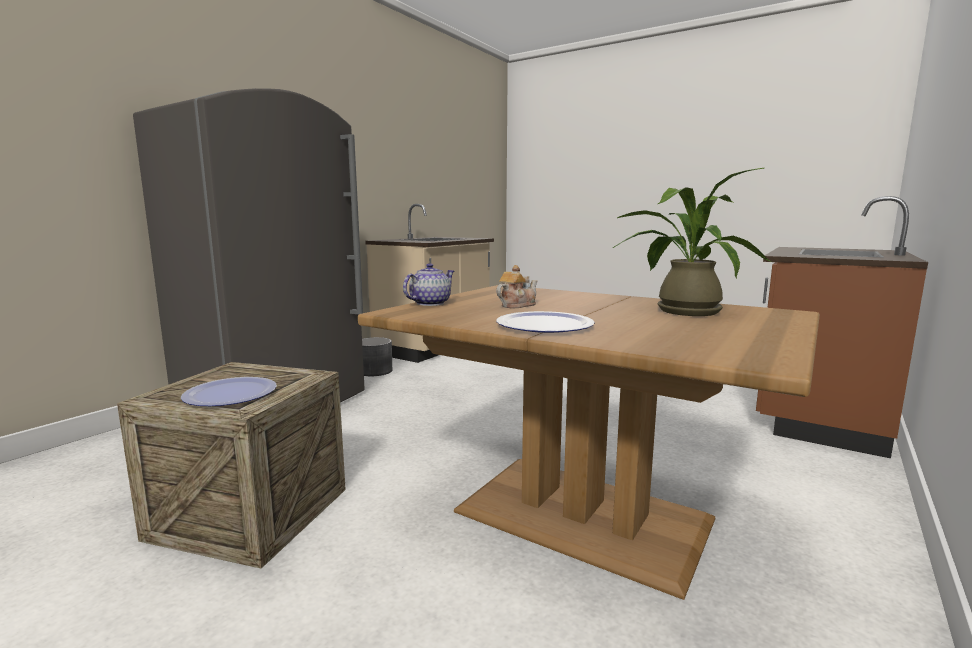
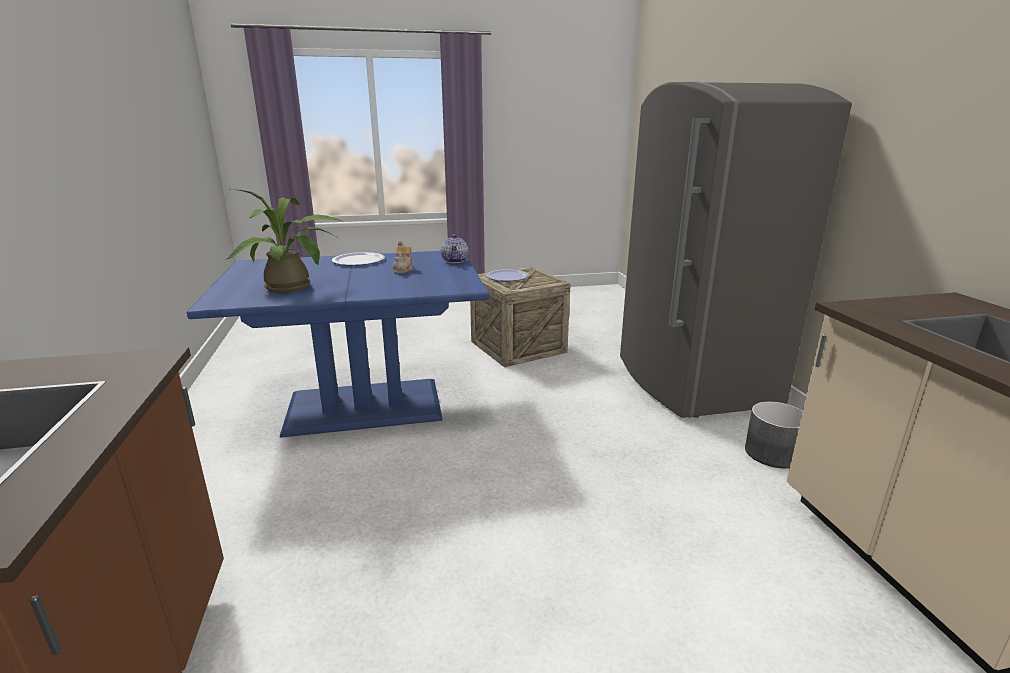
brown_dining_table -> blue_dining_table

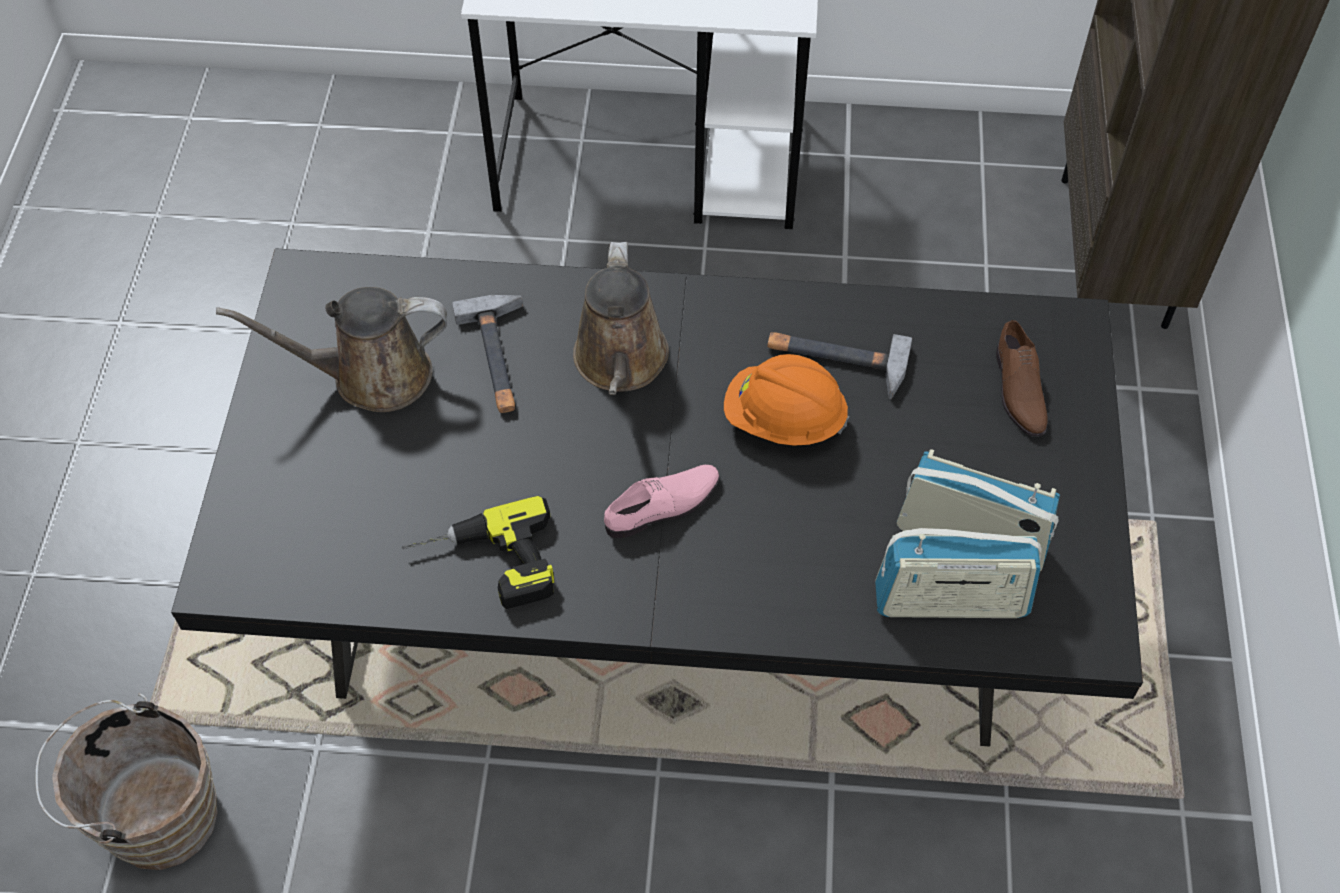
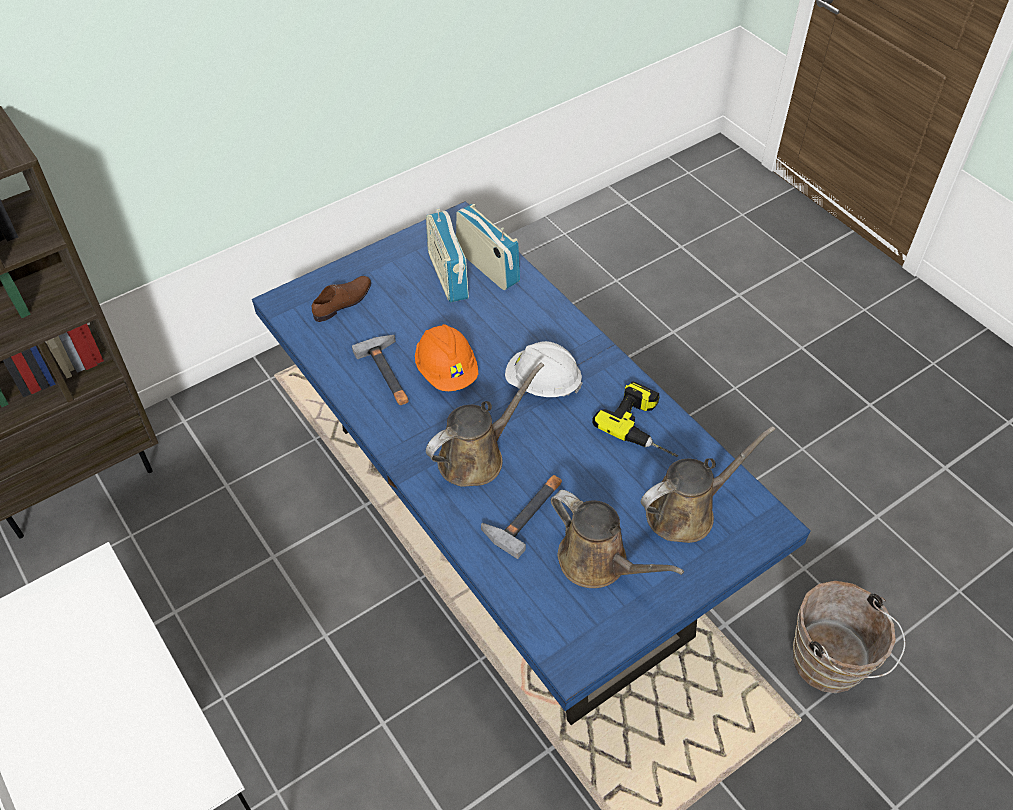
black_dining_table -> blue_dining_table
pink_shoe -> white_hard_hat
none -> brown_watering_can (3rd from left)

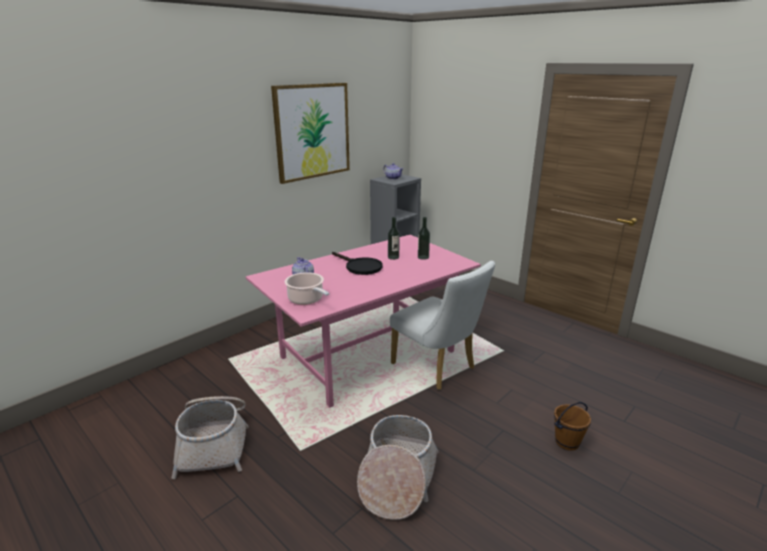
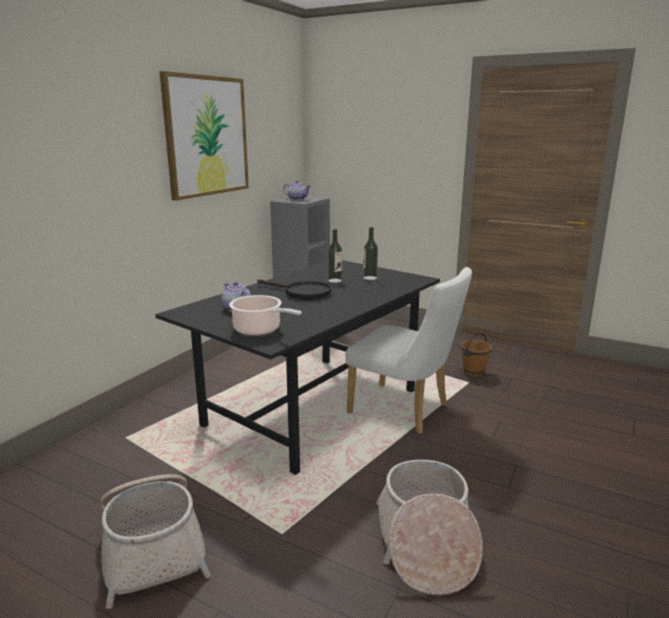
pink_dining_table -> black_dining_table
brown_bucket, moved

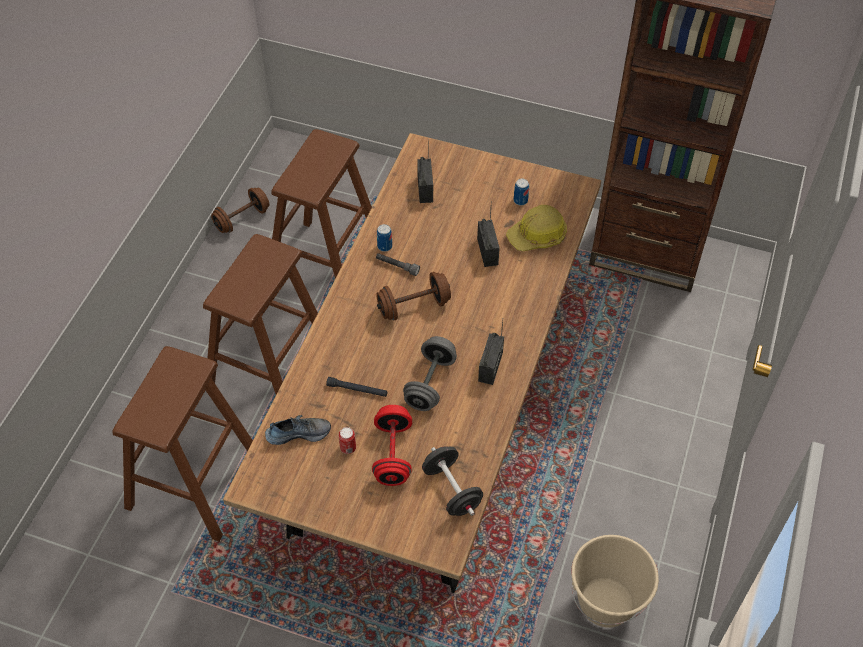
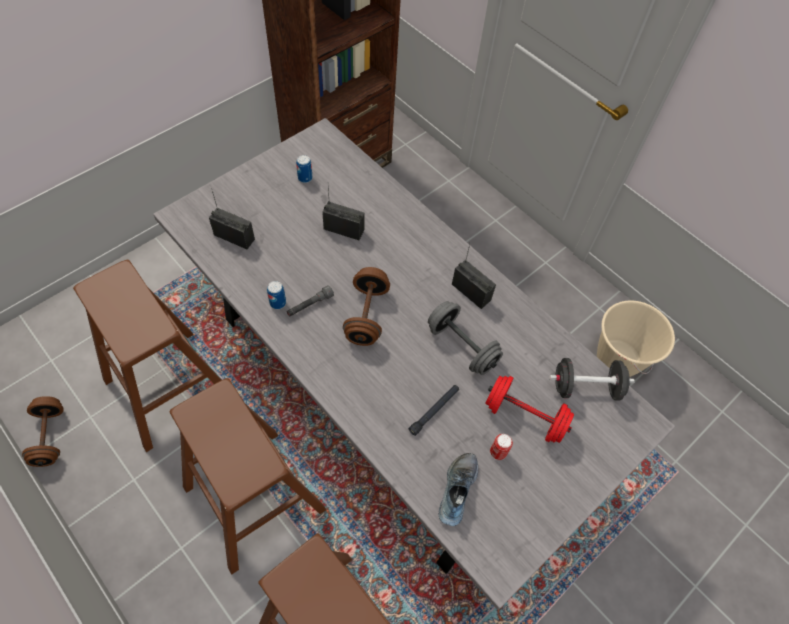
brown_dining_table -> grey_dining_table
hard_hat -> none

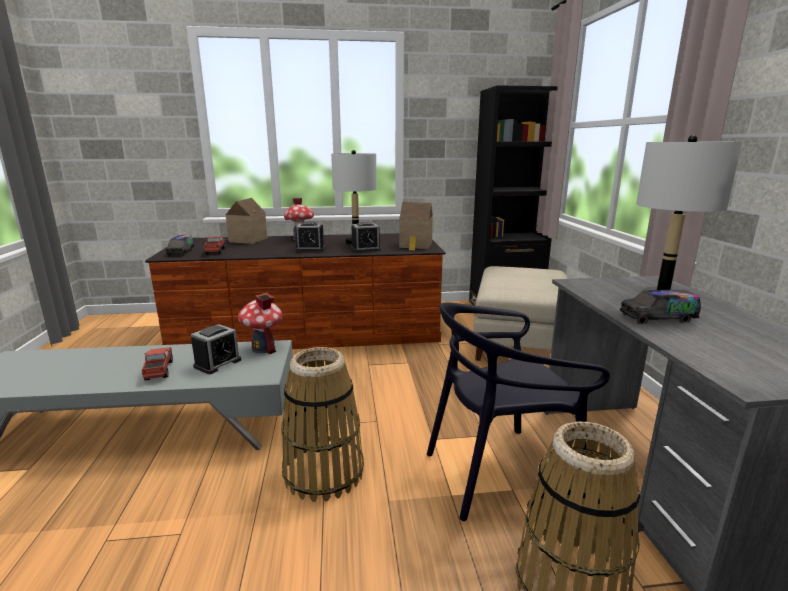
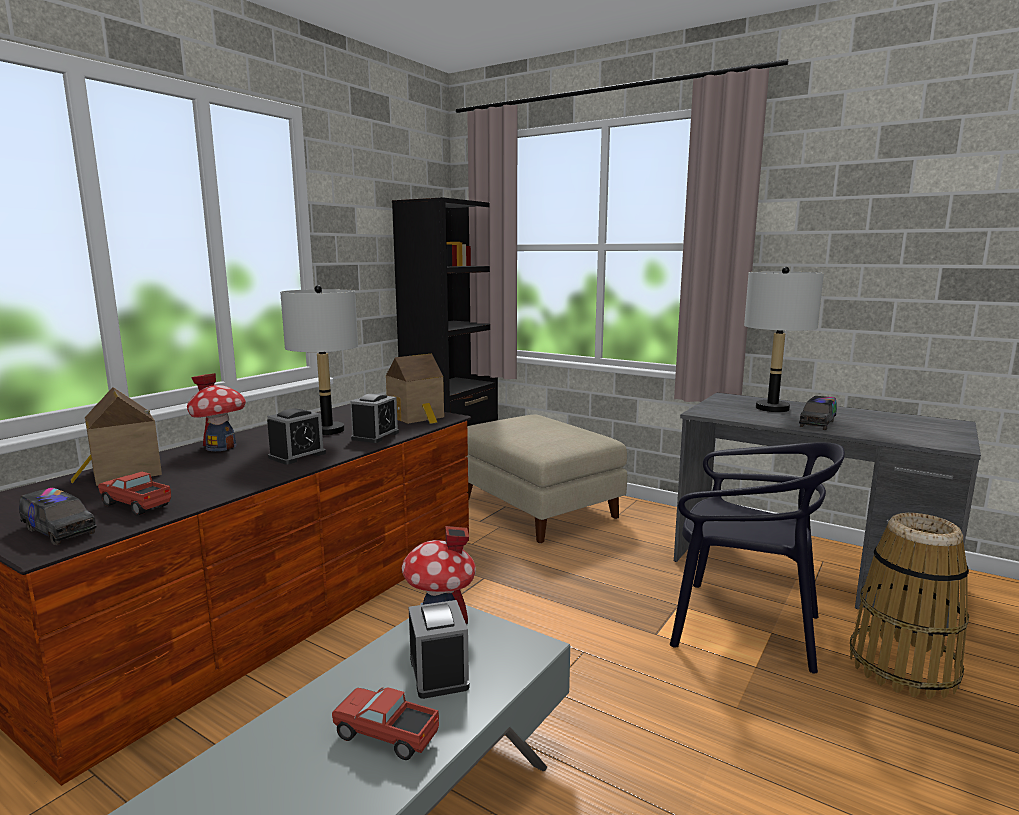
black_chair, 90 degrees counterclockwise
basket (1st from left) -> none

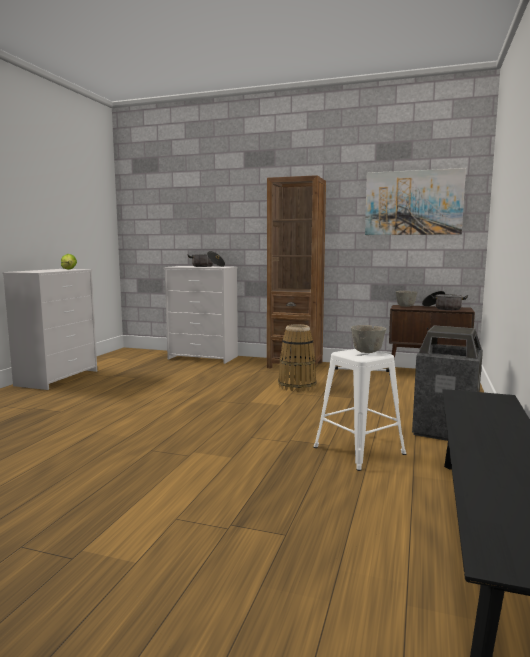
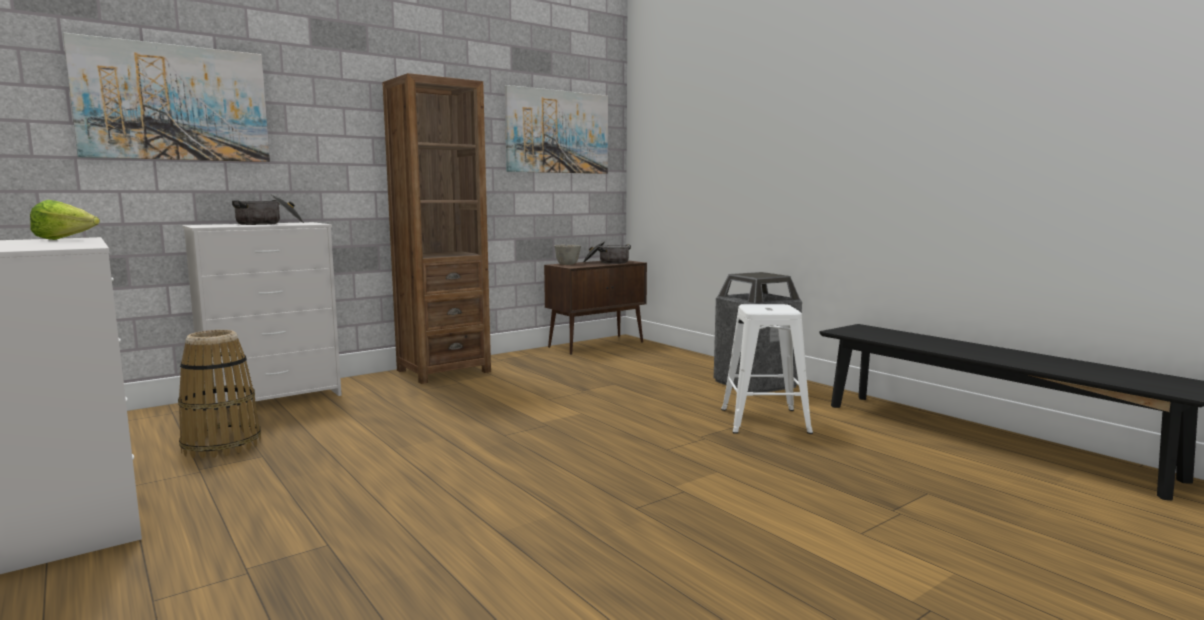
basket, moved
grey_bowl (1st from left) -> none
none -> picture (1st from left)

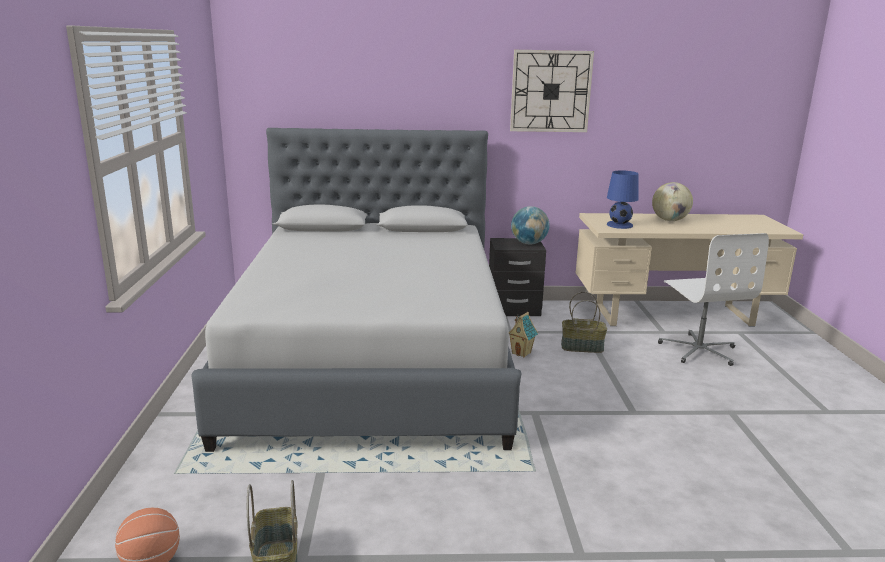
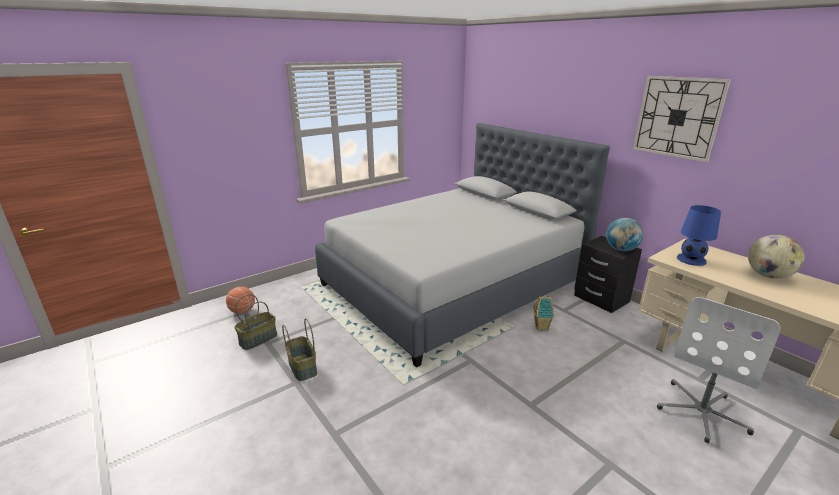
basket (2nd from left), moved

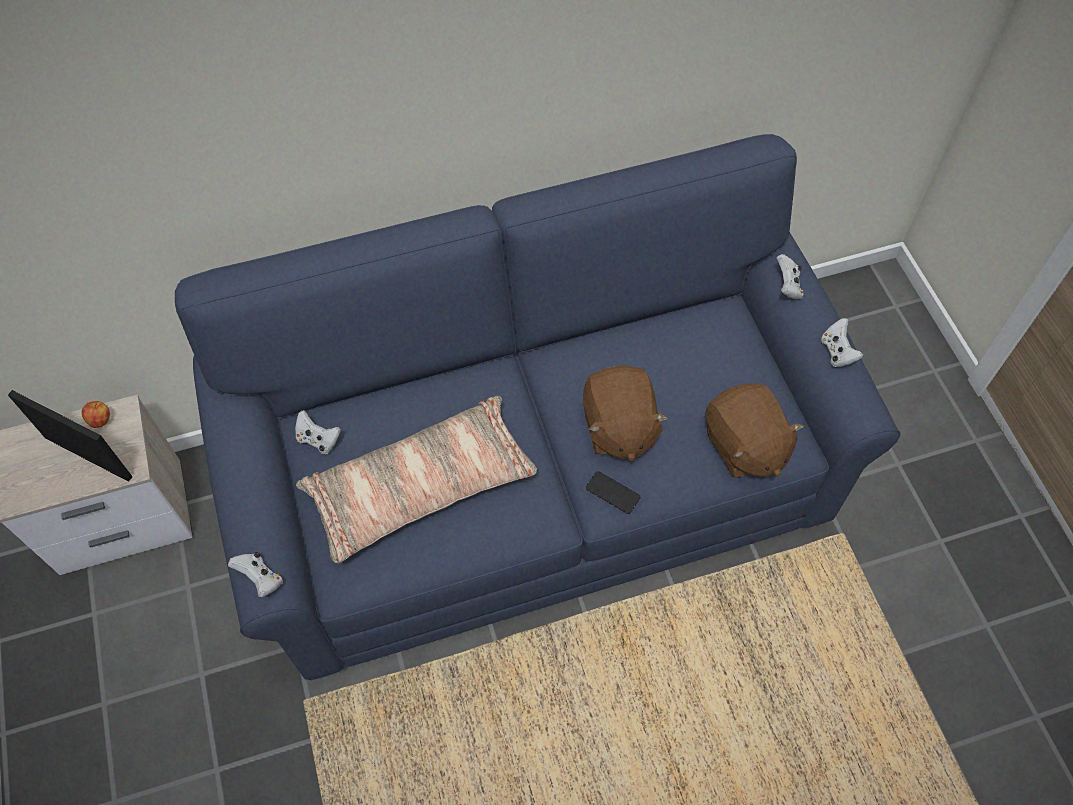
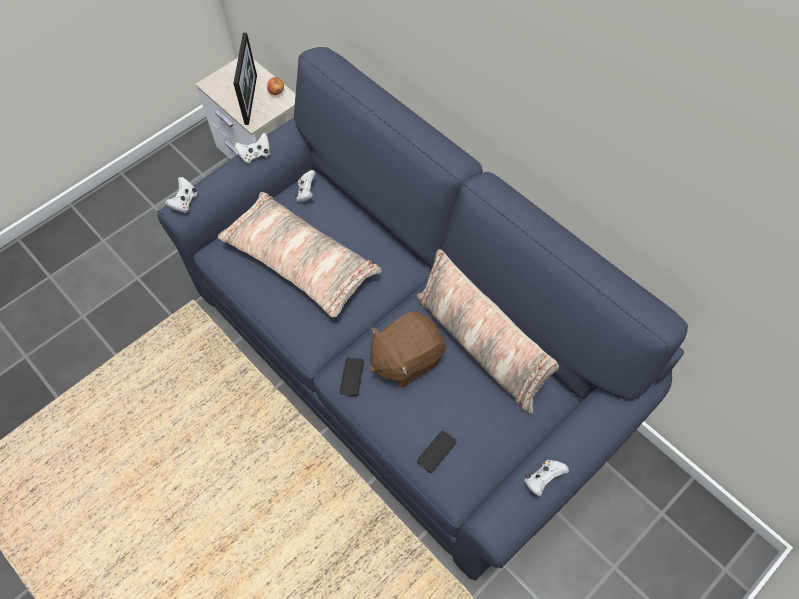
white_game_controller (3rd from left in the first image) -> white_game_controller (2nd from left), moved
brown_plush_toy (2nd from left) -> phone (2nd from left)
none -> pillow (2nd from left)

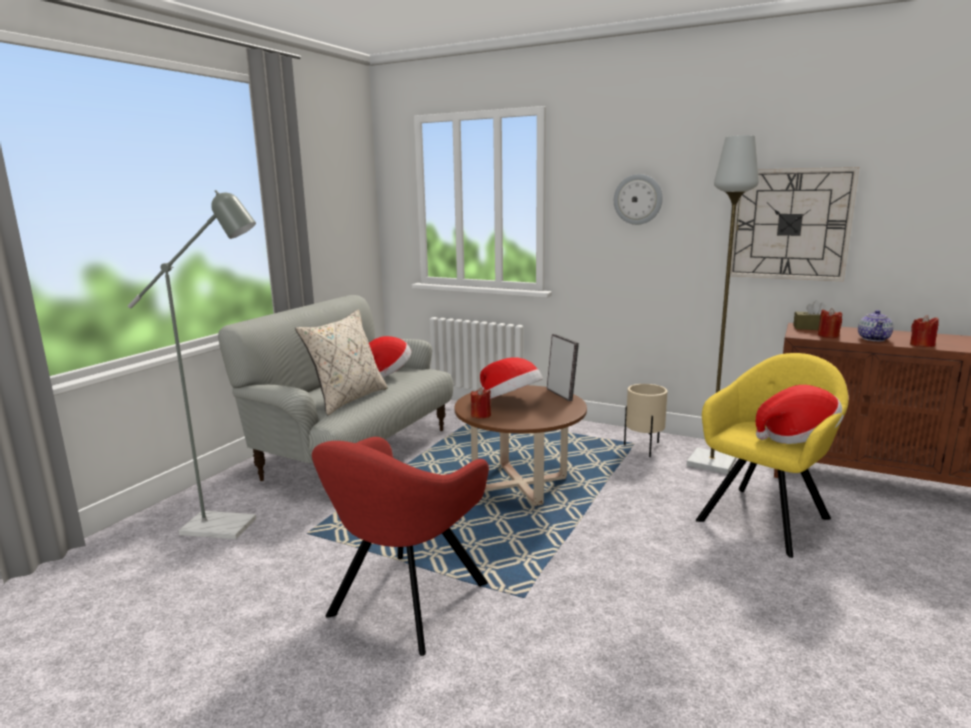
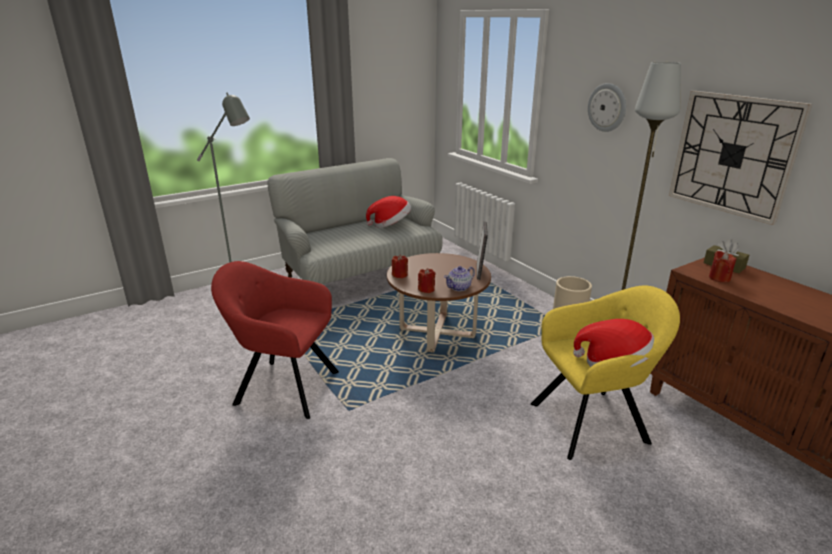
beige_pillow -> none
teapot, moved
red_candle (3rd from left in the first image) -> red_candle (2nd from left), moved
hat (2nd from left) -> none
red_armchair, 45 degrees clockwise

